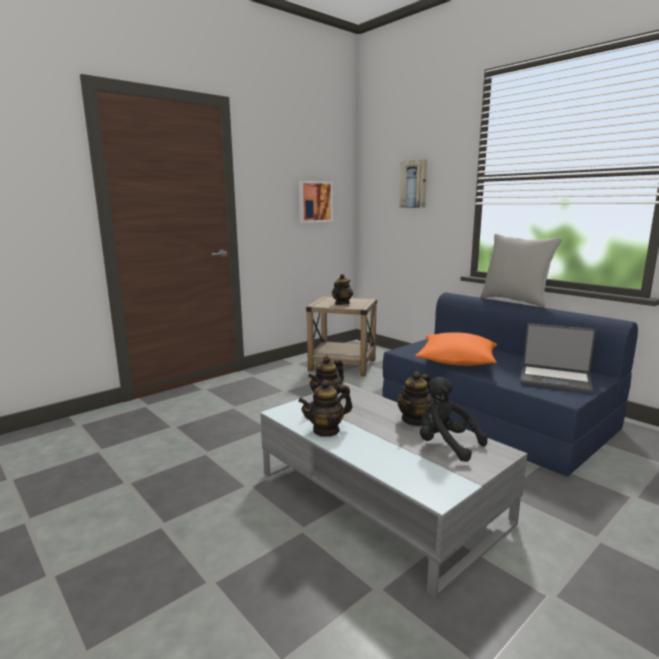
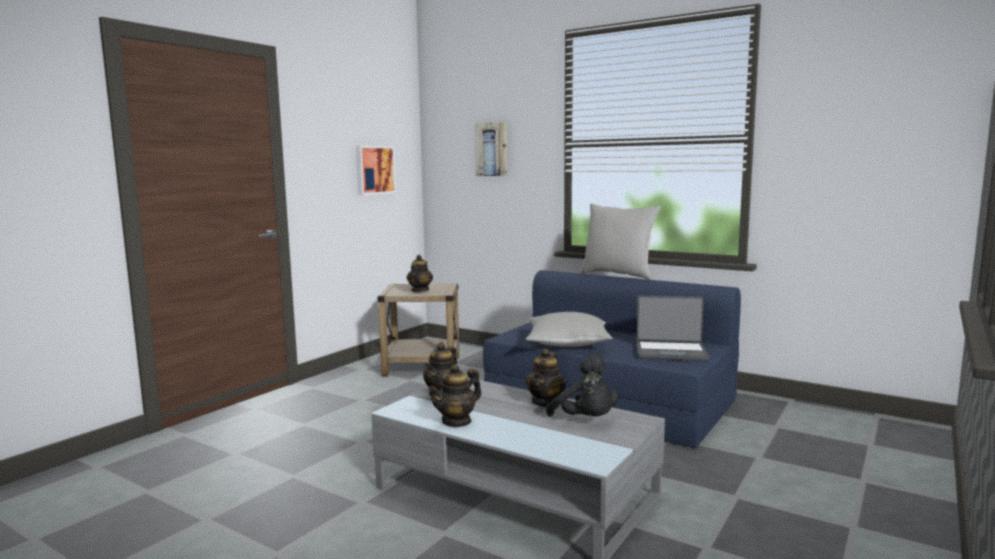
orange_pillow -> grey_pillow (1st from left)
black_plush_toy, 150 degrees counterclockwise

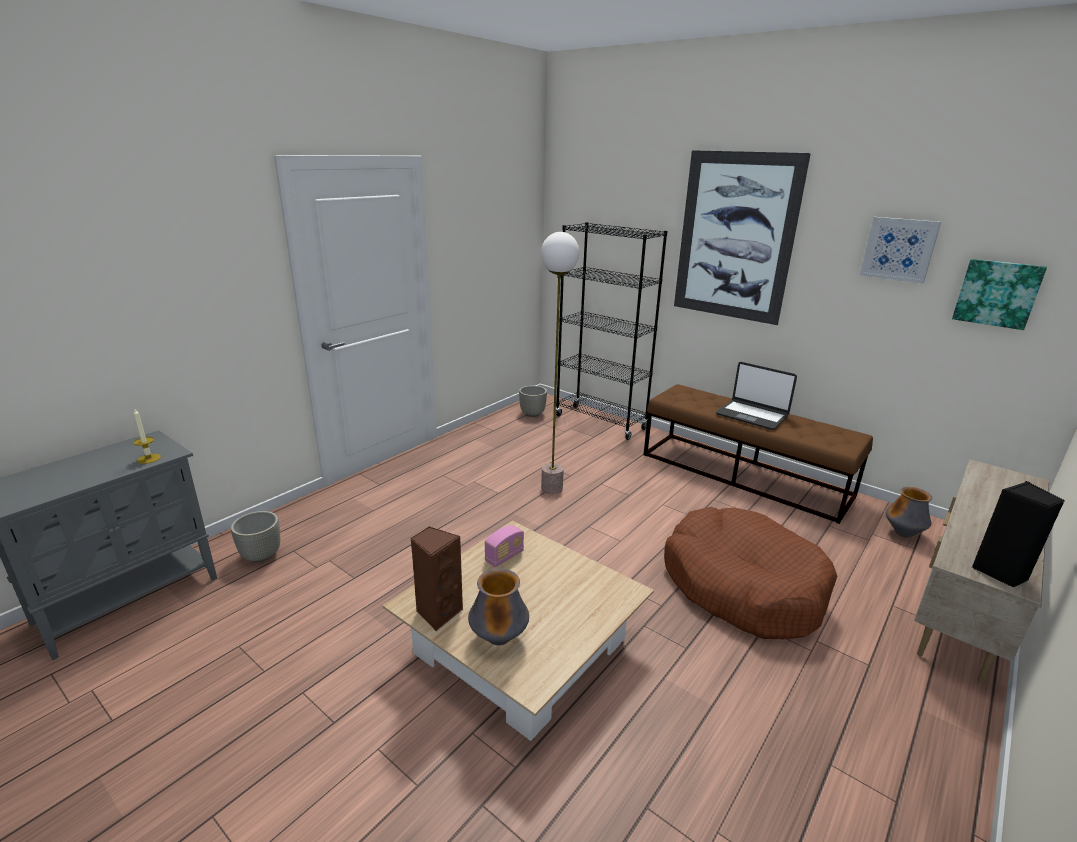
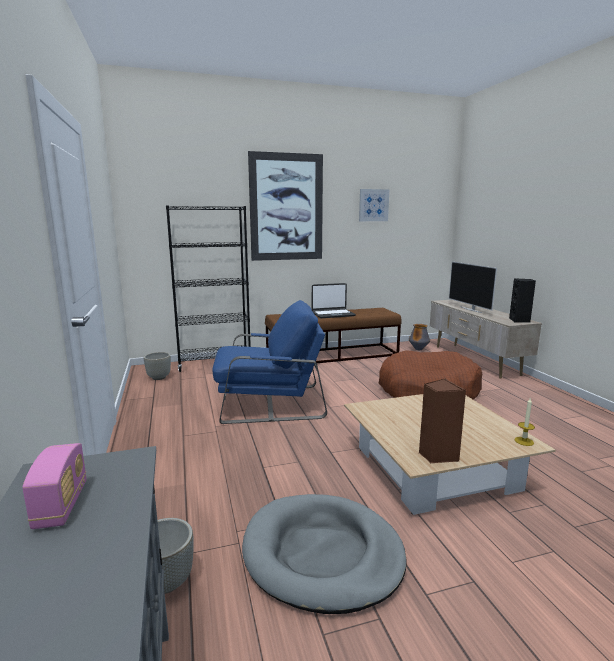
floor_lamp -> blue_armchair
picture (3rd from left) -> none
candle, moved
radio, moved
vase (1st from left) -> none
none -> television
none -> grey_dog_bed

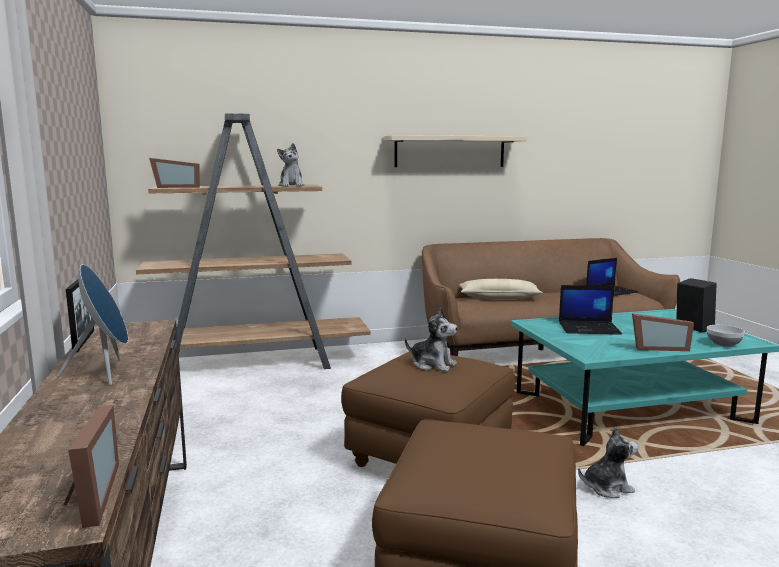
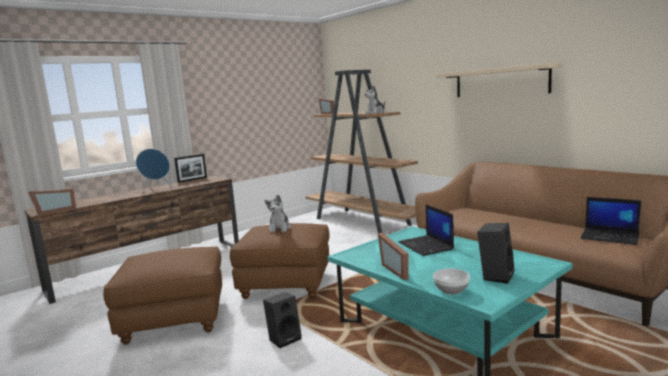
beige_pillow -> none
plush_toy (3rd from left) -> black_speaker (1st from left)

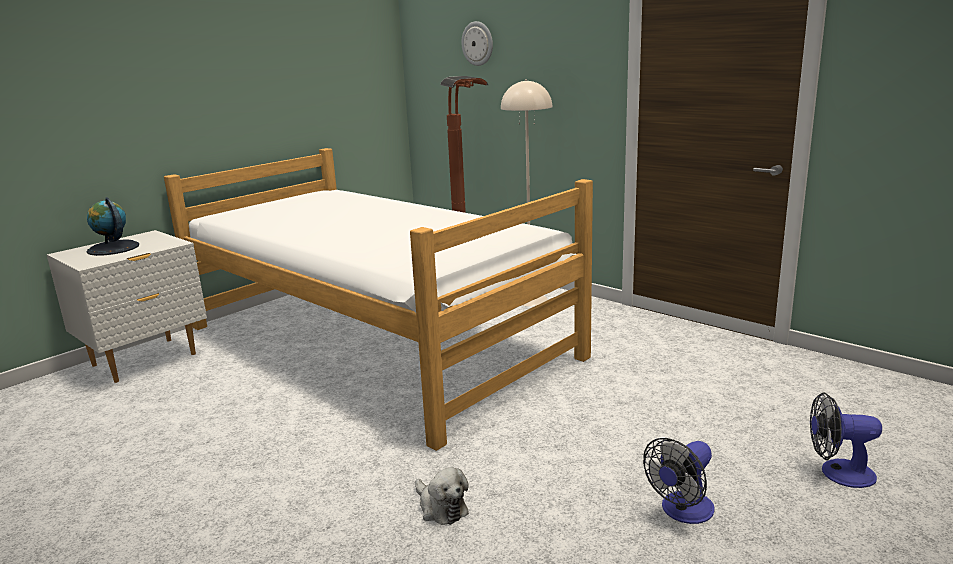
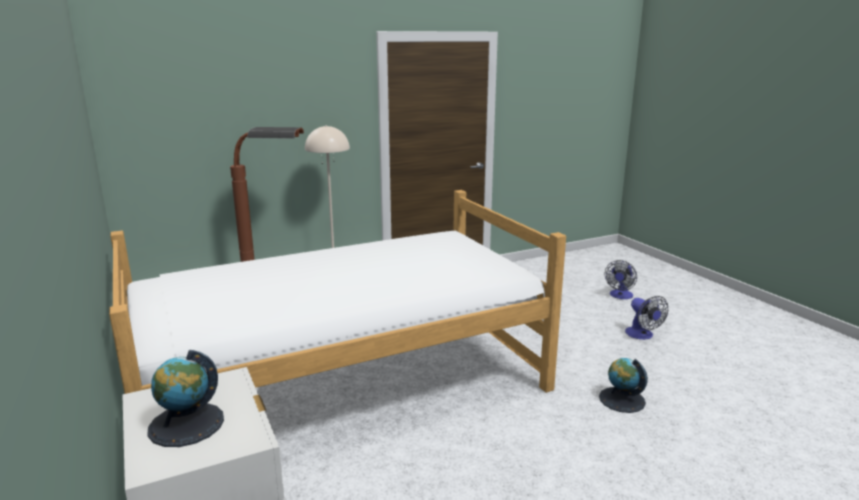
wall_clock -> none
plush_toy -> globe (2nd from left)

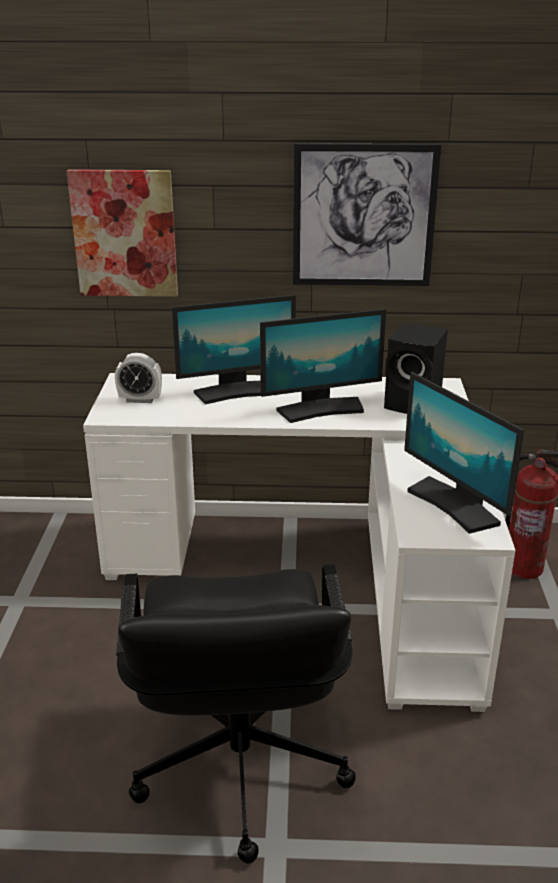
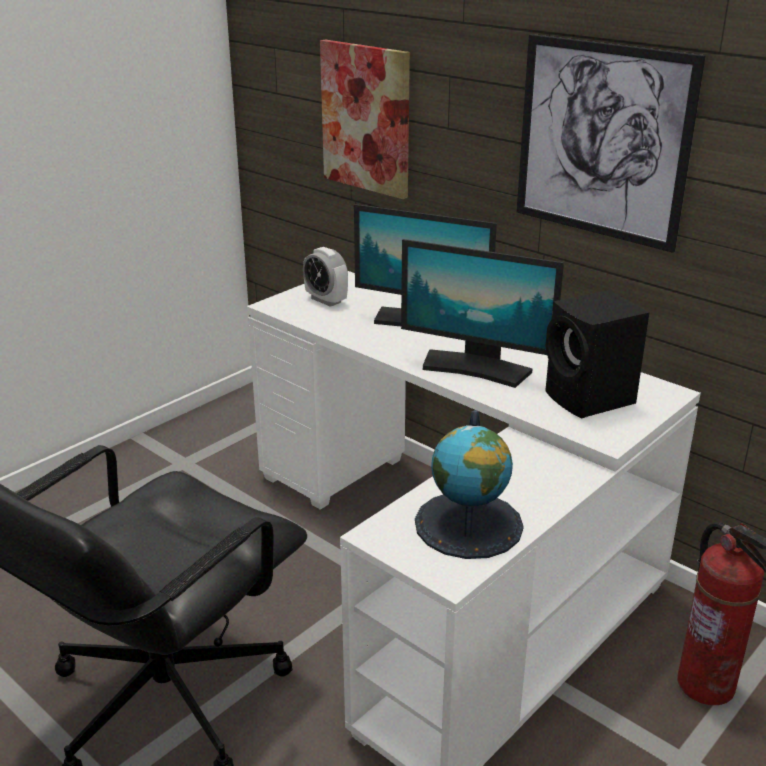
monitor (3rd from left) -> globe

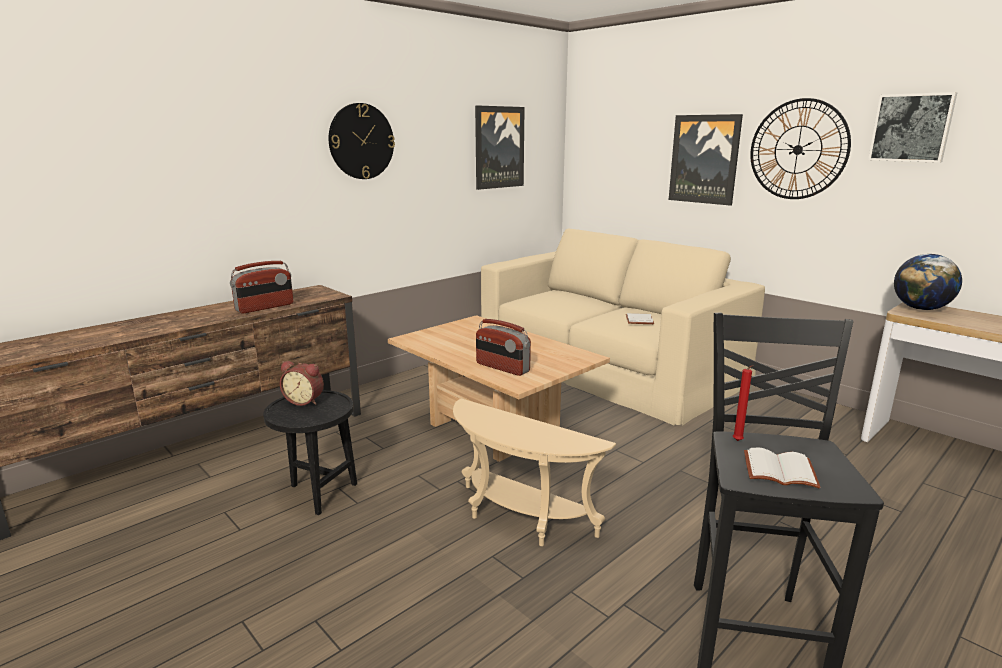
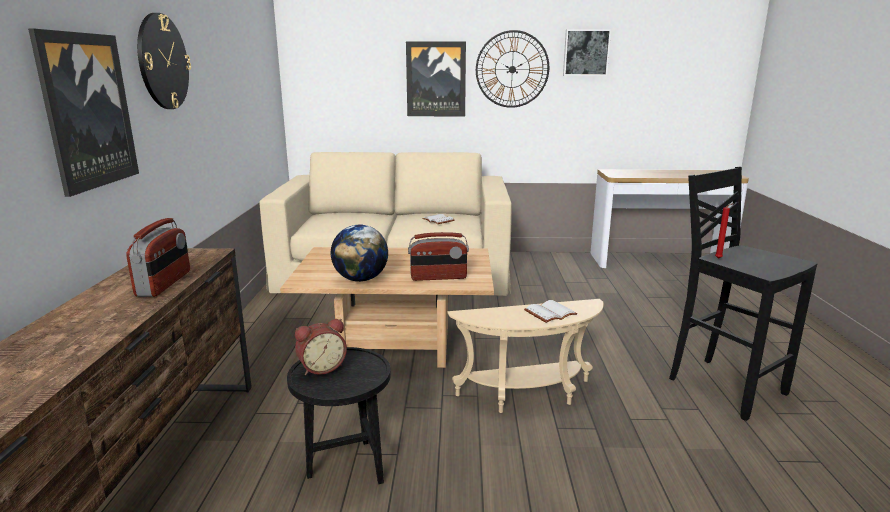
picture (1st from left), moved
globe, moved
white_book (2nd from left), moved

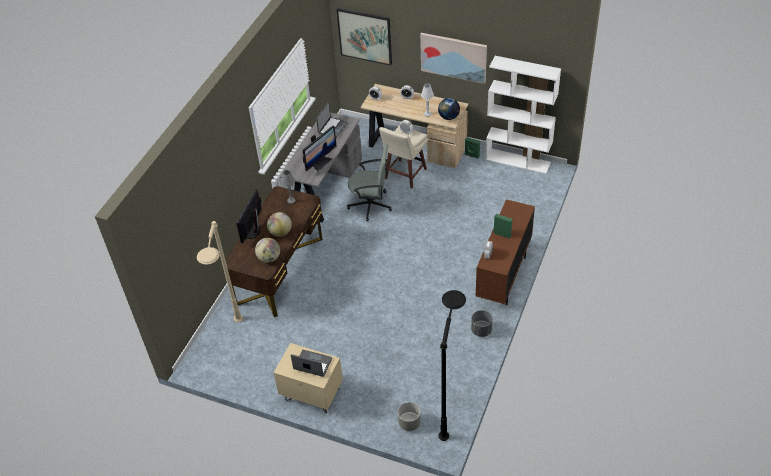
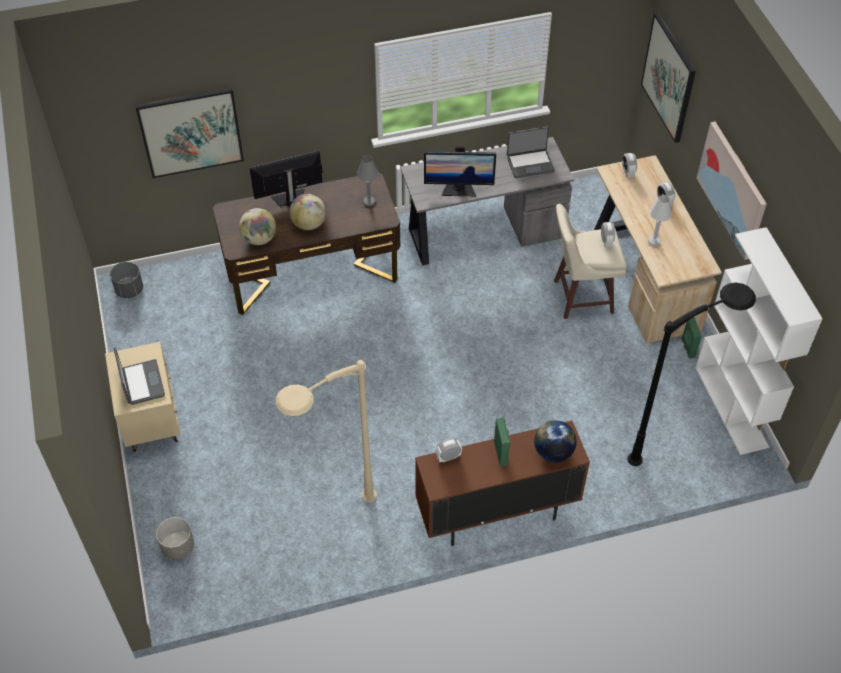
globe (3rd from left), moved
grey_office_chair -> none
beige_floor_lamp, moved
black_floor_lamp, moved
grey_planter (2nd from left in the first image) -> grey_planter (1st from left), moved
none -> picture (1st from left)

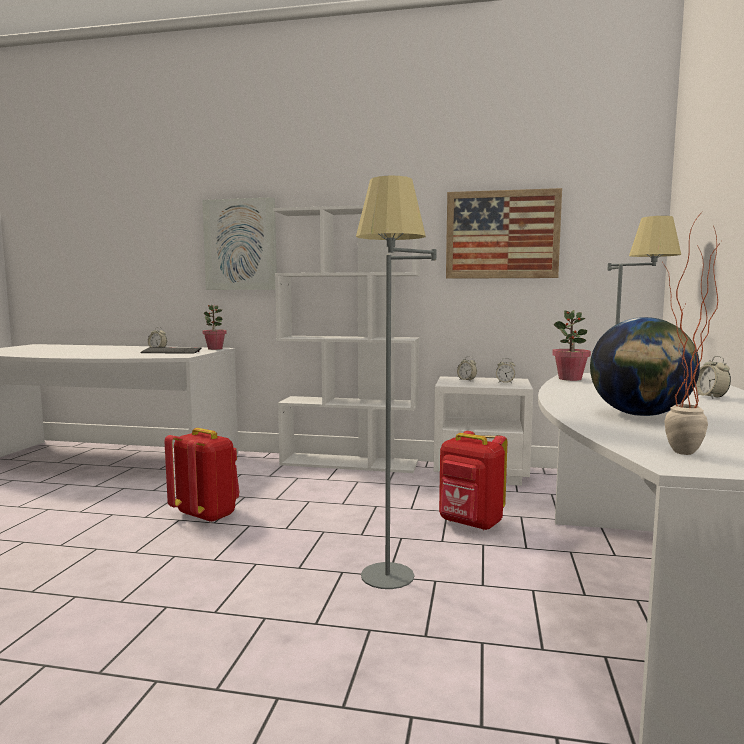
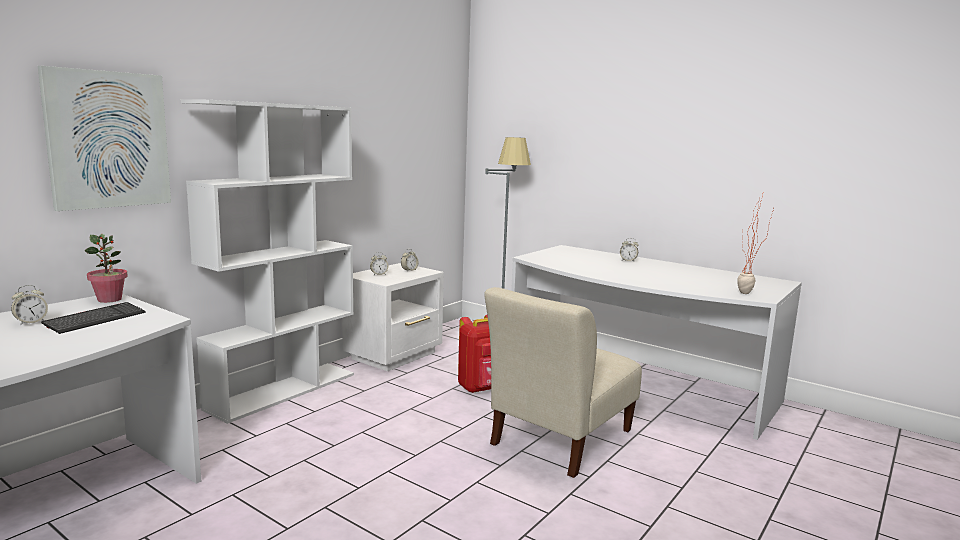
grey_floor_lamp (1st from left) -> beige_chair
picture (2nd from left) -> none
potted_plant (2nd from left) -> none
globe -> none
red_backpack (1st from left) -> none

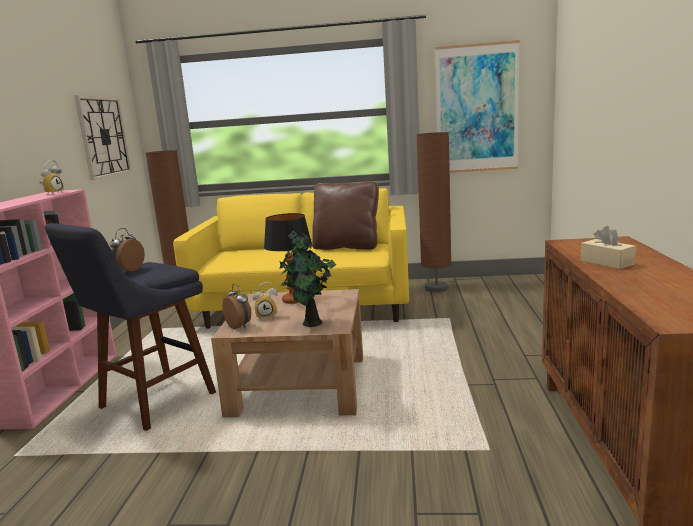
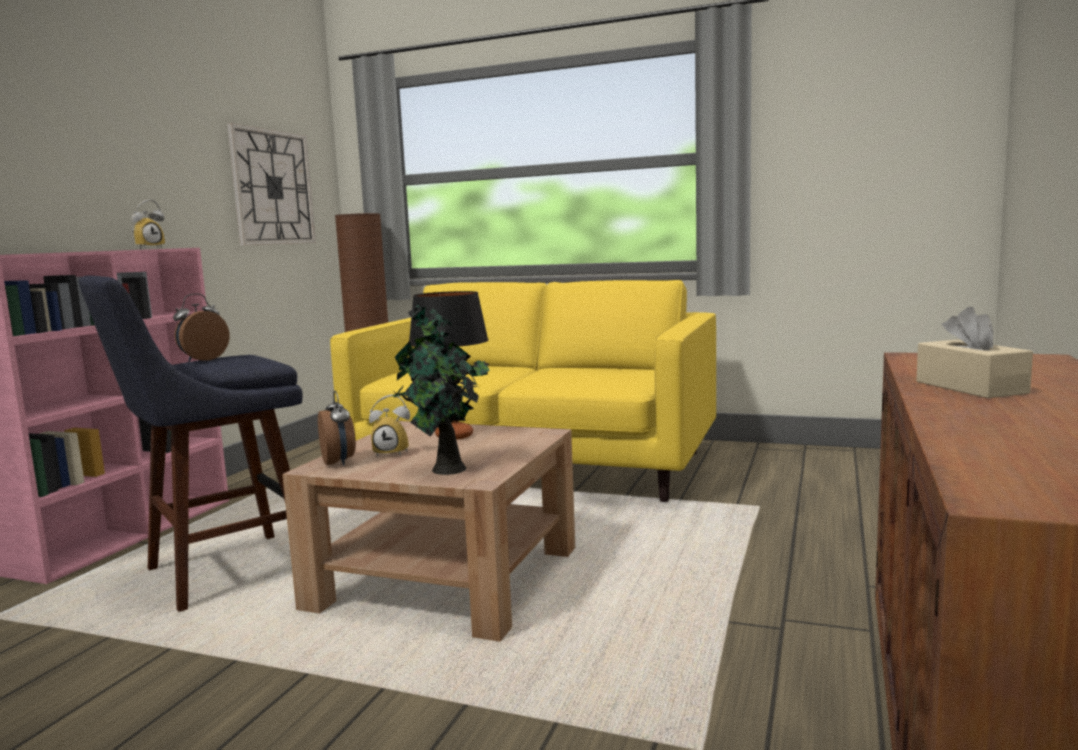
picture -> none
brown_floor_lamp (2nd from left) -> none
brown_pillow -> none

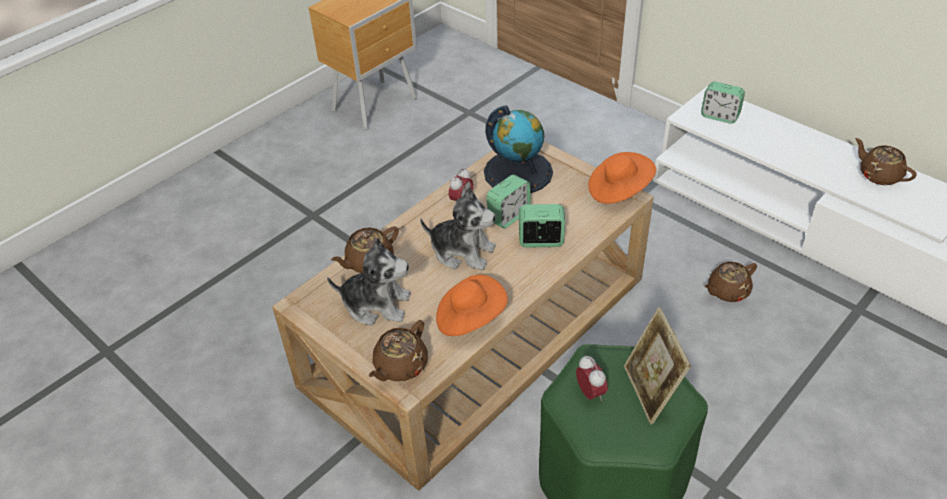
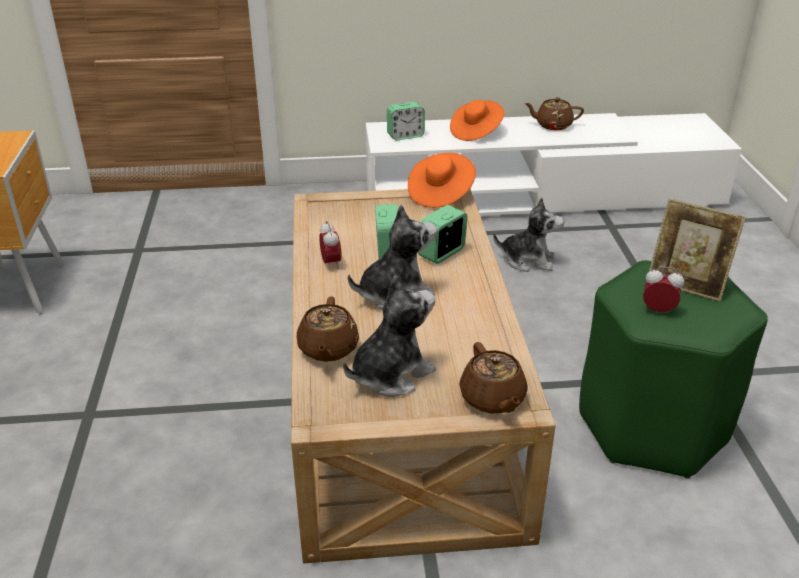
globe -> none
brown_teapot (3rd from left) -> plush_toy (3rd from left)
orange_hat (1st from left in the first image) -> orange_hat (2nd from left), moved

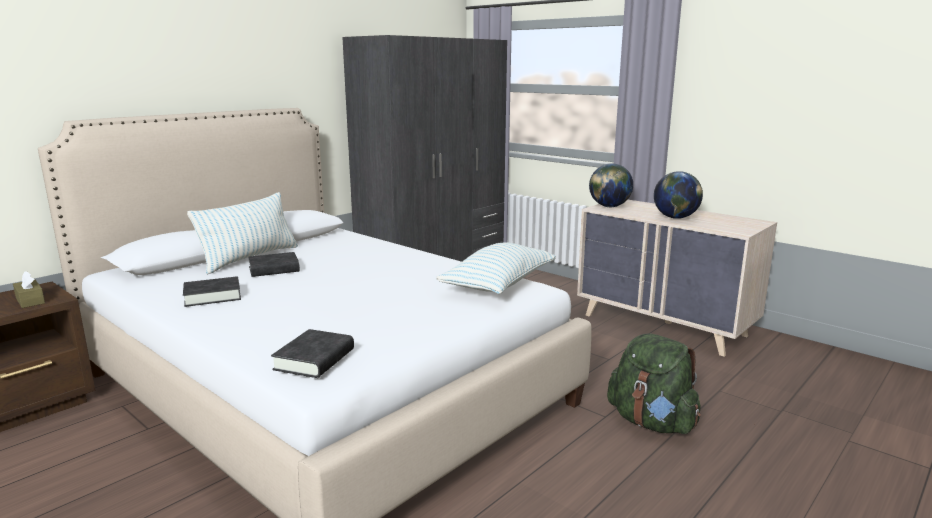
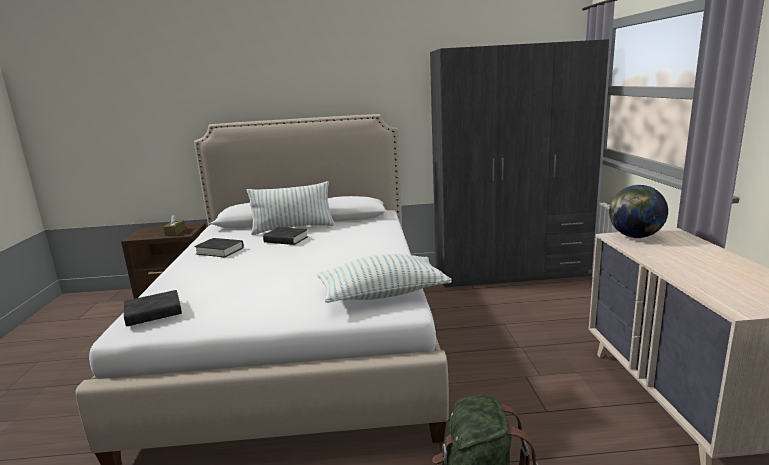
globe (2nd from left) -> none

